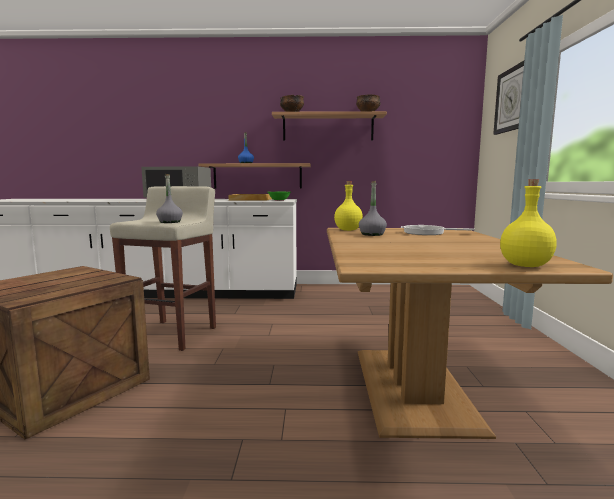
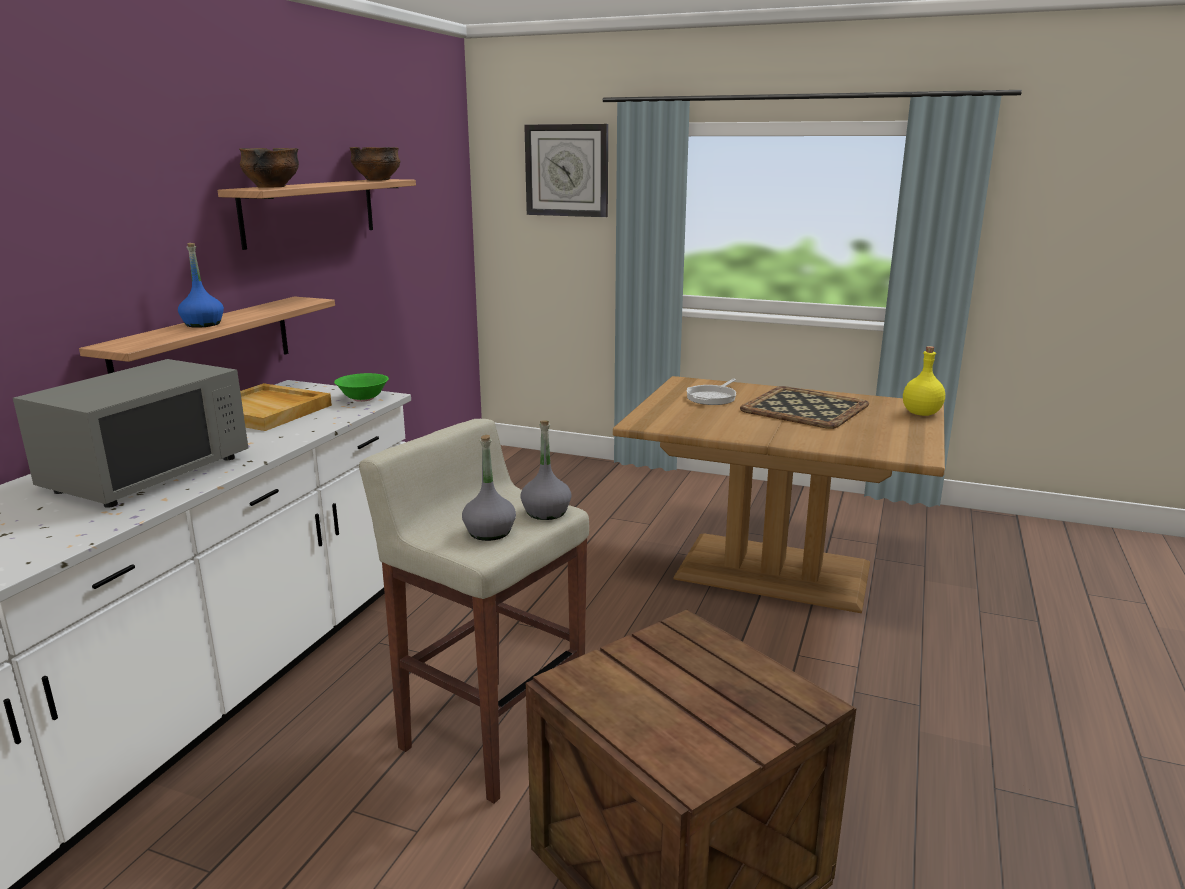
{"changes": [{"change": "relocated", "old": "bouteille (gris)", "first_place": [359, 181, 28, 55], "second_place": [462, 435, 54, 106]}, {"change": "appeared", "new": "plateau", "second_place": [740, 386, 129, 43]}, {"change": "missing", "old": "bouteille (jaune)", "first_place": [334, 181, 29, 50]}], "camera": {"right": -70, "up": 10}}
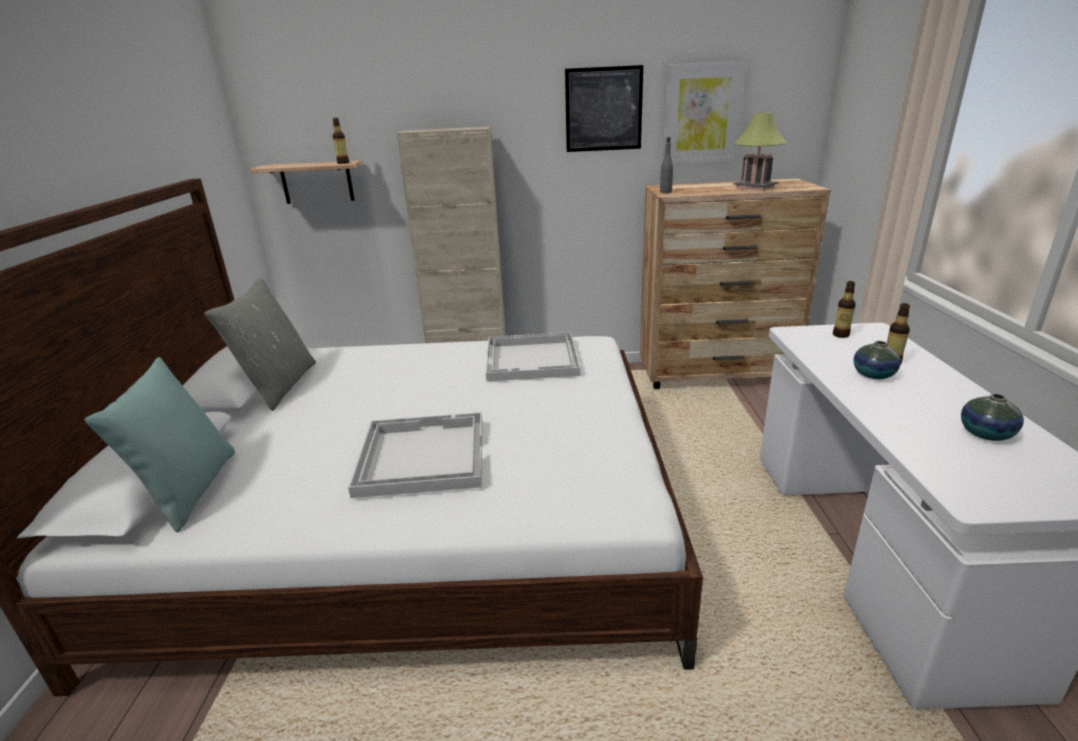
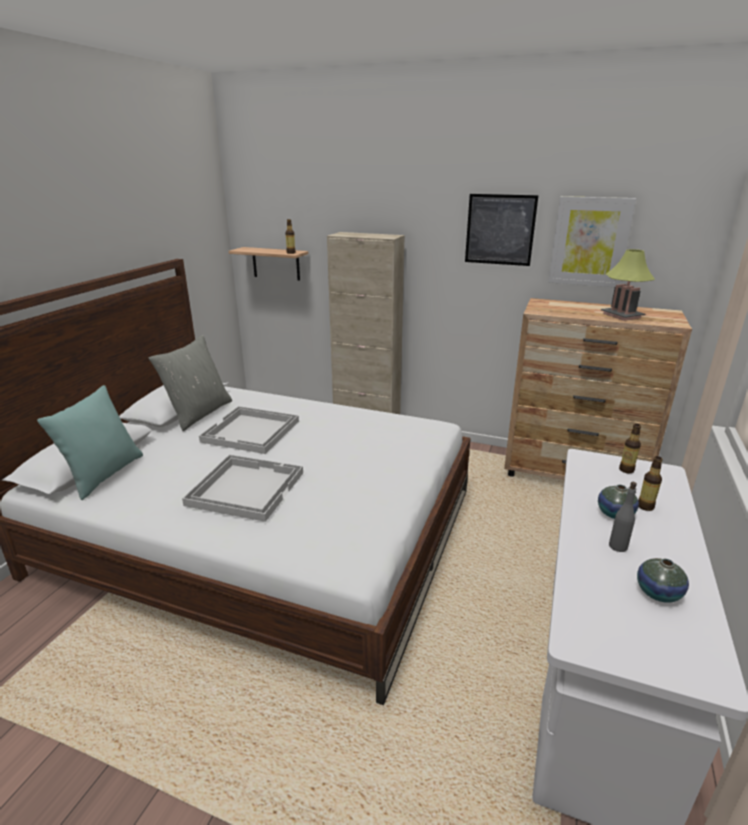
{"changes": [{"change": "relocated", "old": "plateau (blanc)", "first_place": [486, 332, 94, 49], "second_place": [199, 406, 100, 48]}, {"change": "relocated", "old": "bouteille (gris)", "first_place": [660, 137, 13, 56], "second_place": [609, 482, 28, 70]}], "camera": {"right": 20, "up": 0}}
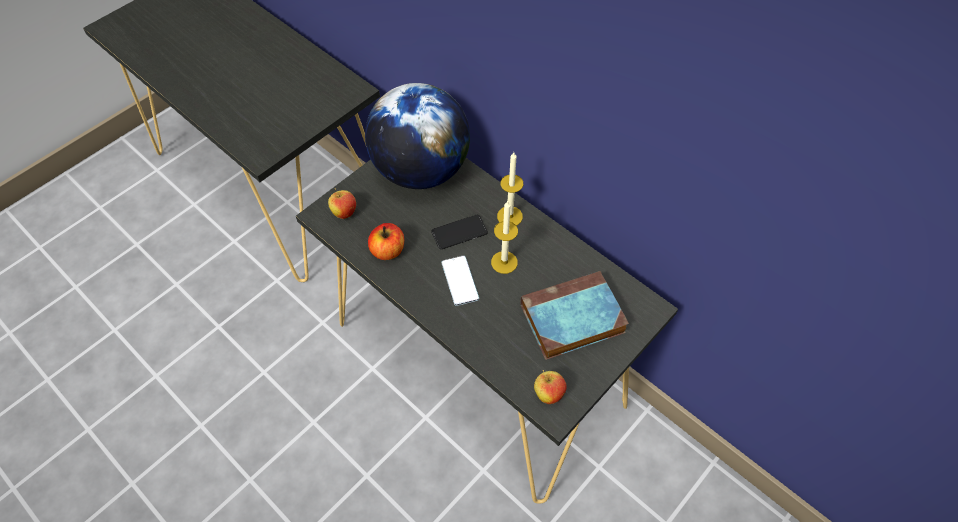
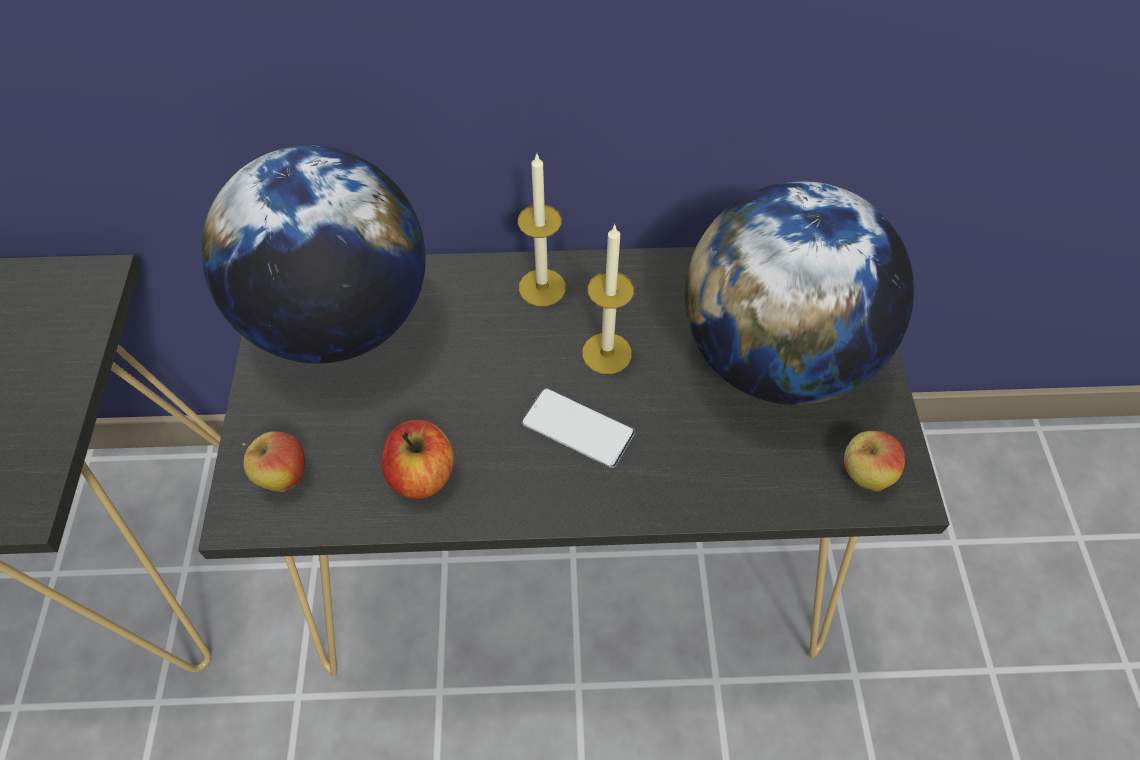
{"changes": [{"change": "exchanged", "old": "livre", "new": "globe", "first_place": [521, 271, 108, 89], "second_place": [685, 181, 229, 224]}, {"change": "missing", "old": "téléphone", "first_place": [431, 215, 57, 34]}], "camera": {"right": -45, "up": 0}}
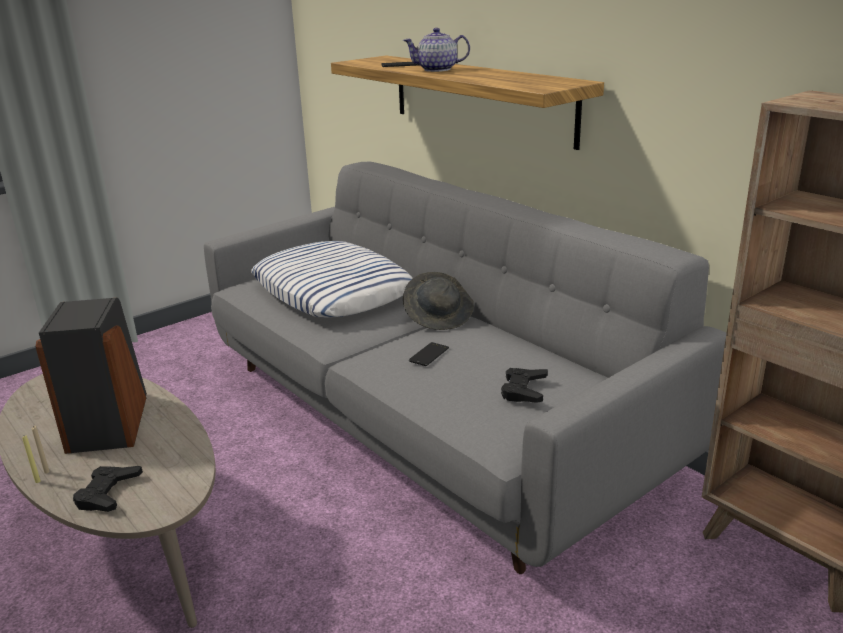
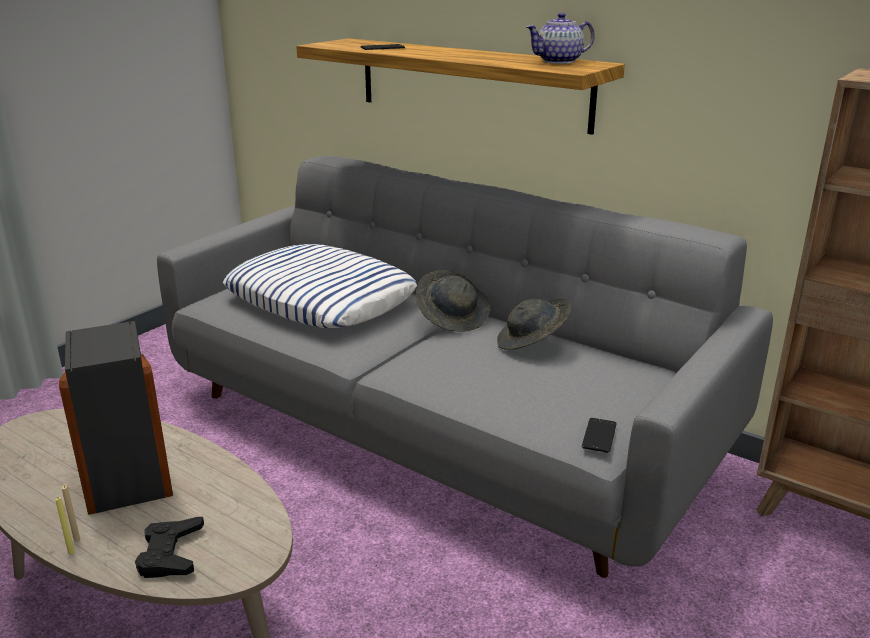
{"changes": [{"change": "appeared", "new": "chapeau (gris)", "second_place": [497, 299, 75, 51]}, {"change": "relocated", "old": "théière", "first_place": [403, 28, 67, 44], "second_place": [526, 13, 69, 51]}, {"change": "relocated", "old": "téléphone", "first_place": [409, 342, 40, 24], "second_place": [582, 418, 35, 35]}, {"change": "missing", "old": "manette (noir)", "first_place": [501, 368, 47, 35]}], "camera": {"right": -15, "up": 0}}
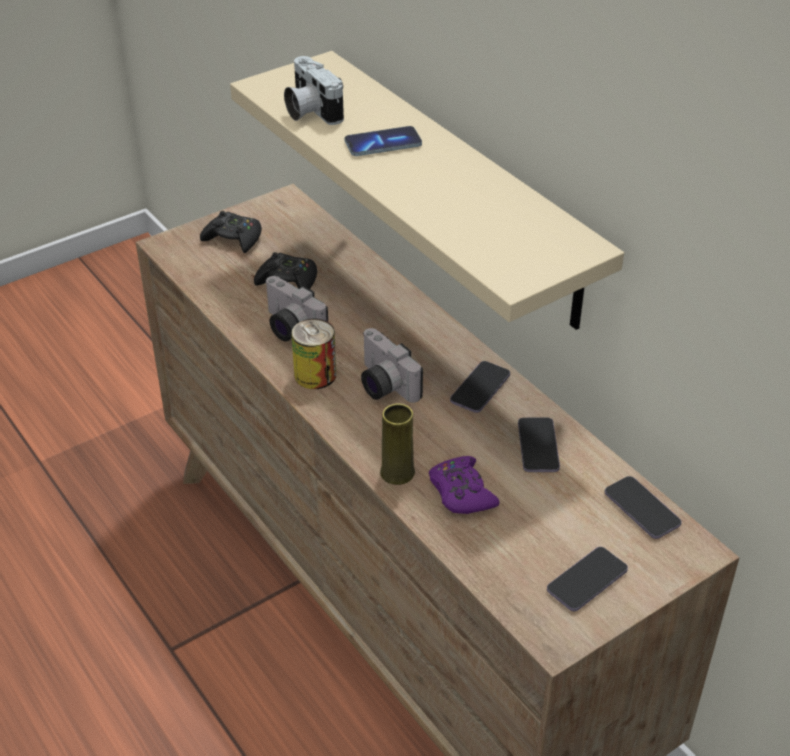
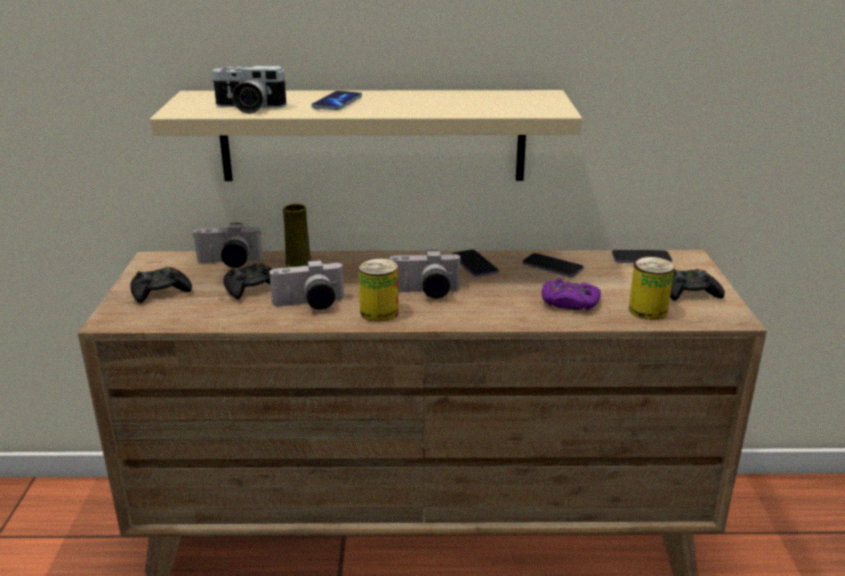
{"changes": [{"change": "appeared", "new": "appareil photo", "second_place": [192, 223, 71, 45]}, {"change": "relocated", "old": "vase (jaune)", "first_place": [380, 403, 35, 82], "second_place": [283, 204, 28, 63]}, {"change": "appeared", "new": "boîte métallique", "second_place": [628, 257, 46, 63]}, {"change": "exchanged", "old": "téléphone", "new": "manette (noir)", "first_place": [547, 547, 81, 64], "second_place": [670, 269, 55, 32]}], "camera": {"right": -55, "up": -15}}
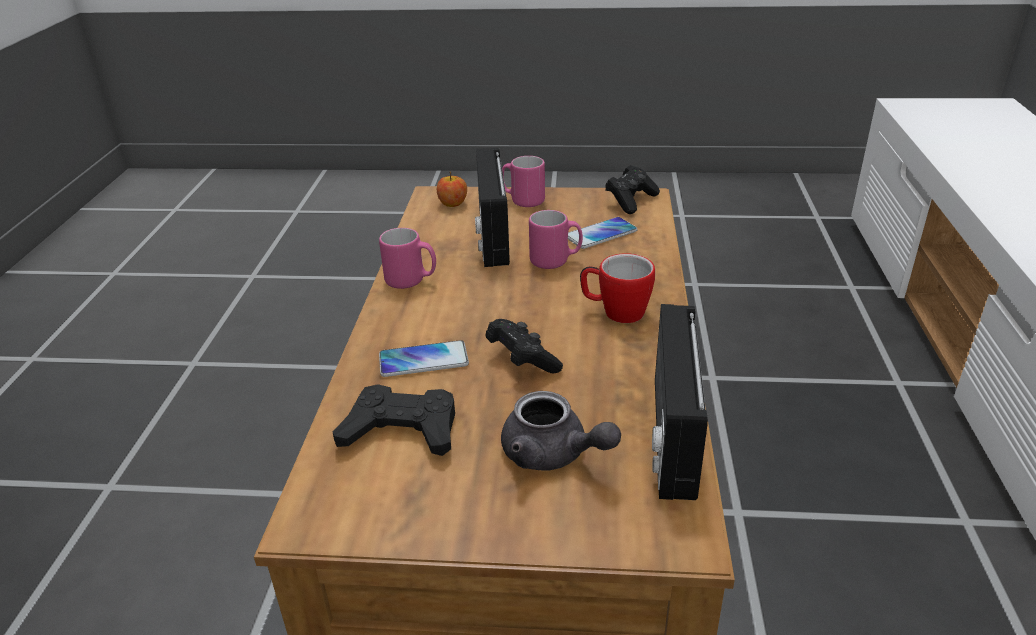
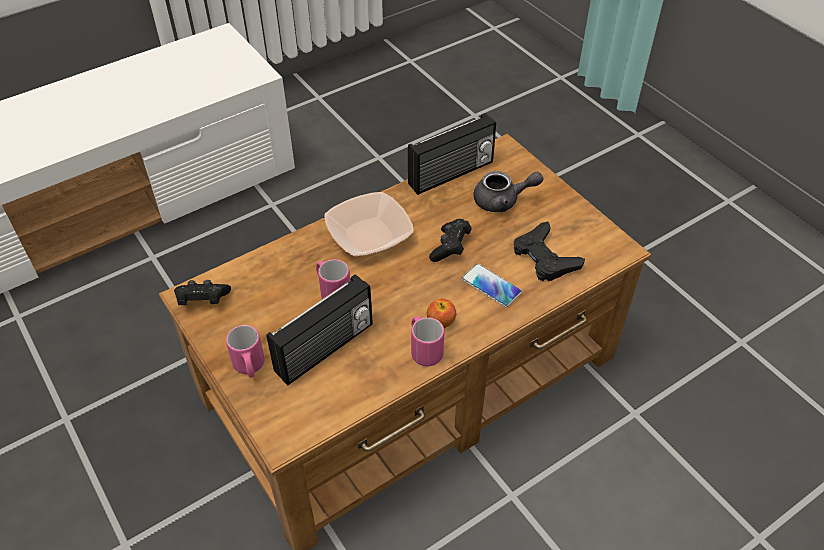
{"changes": [{"change": "exchanged", "old": "mug", "new": "bol", "first_place": [580, 253, 75, 70], "second_place": [325, 192, 89, 64]}, {"change": "relocated", "old": "pomme", "first_place": [437, 171, 30, 36], "second_place": [427, 299, 29, 29]}, {"change": "spun", "old": "théière (gris)", "first_place": [501, 391, 120, 80], "second_place": [473, 171, 70, 41], "degrees": 90}, {"change": "missing", "old": "téléphone", "first_place": [568, 217, 70, 32]}], "camera": {"right": -130, "up": 15}}
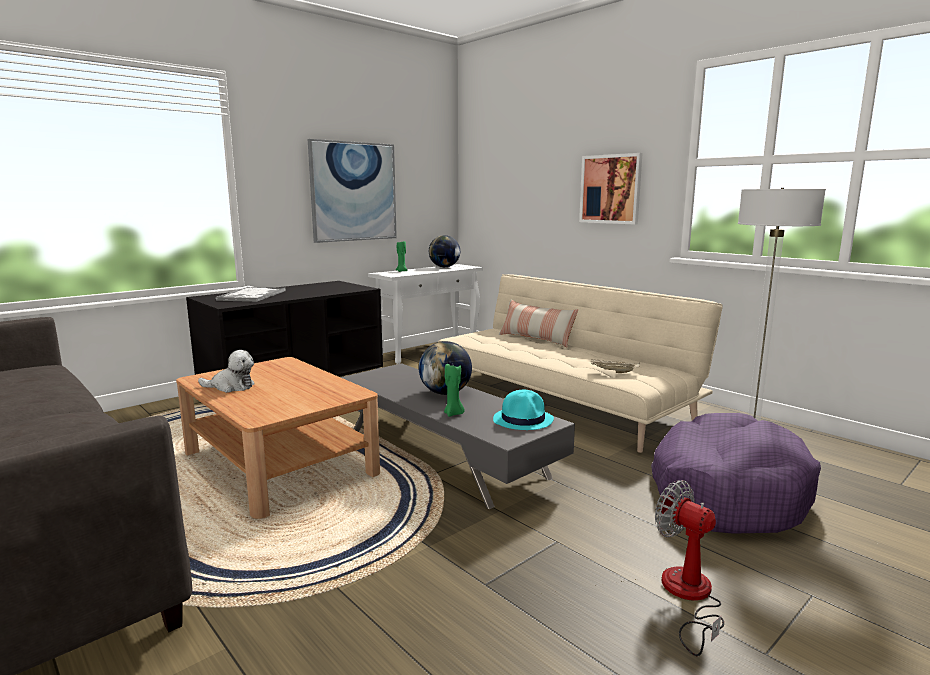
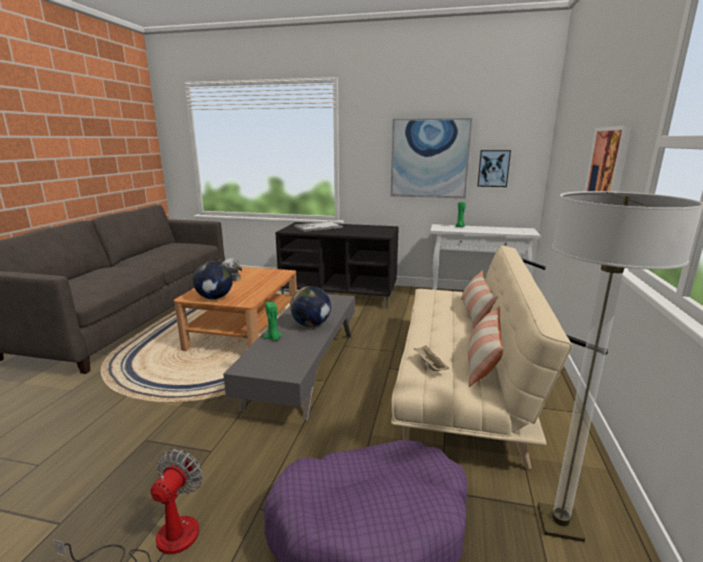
{"changes": [{"change": "relocated", "old": "globe", "first_place": [429, 235, 31, 32], "second_place": [193, 262, 40, 37]}, {"change": "appeared", "new": "coussin", "second_place": [468, 306, 36, 81]}, {"change": "appeared", "new": "tableau", "second_place": [477, 150, 34, 37]}, {"change": "missing", "old": "chapeau (turquoise)", "first_place": [493, 390, 61, 40]}], "camera": {"right": 55, "up": 5}}
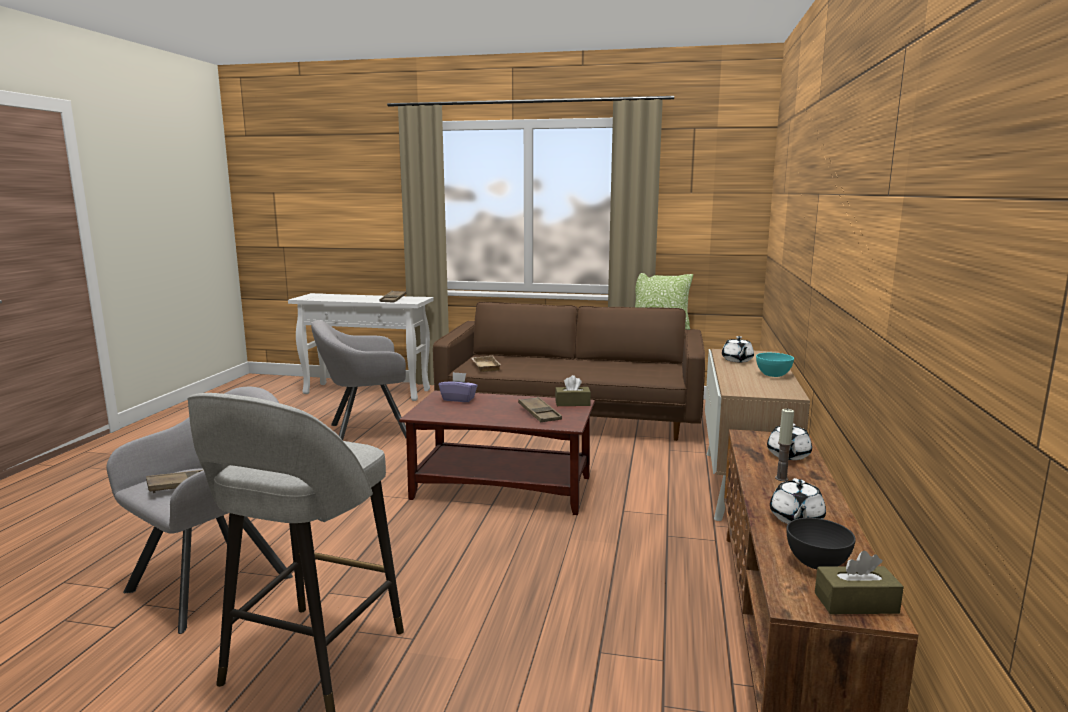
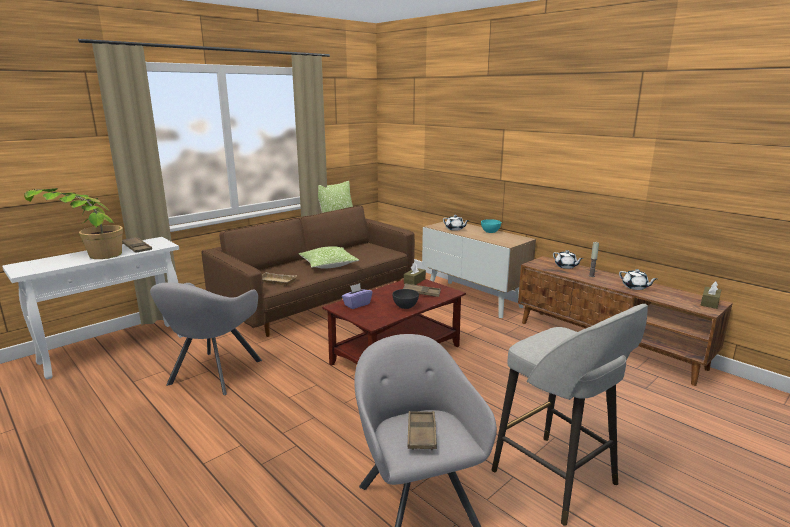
{"changes": [{"change": "appeared", "new": "plante en pot", "second_place": [24, 188, 99, 71]}, {"change": "appeared", "new": "coussin", "second_place": [299, 246, 60, 23]}, {"change": "relocated", "old": "bol (gris)", "first_place": [787, 518, 69, 51], "second_place": [392, 289, 27, 20]}], "camera": {"right": -55, "up": 5}}
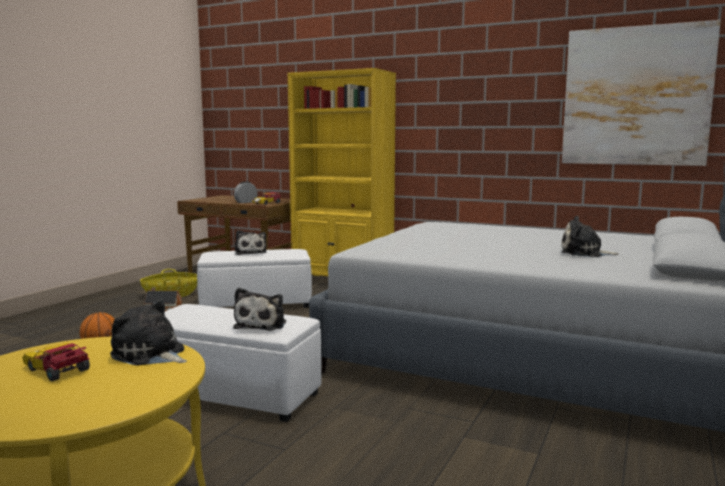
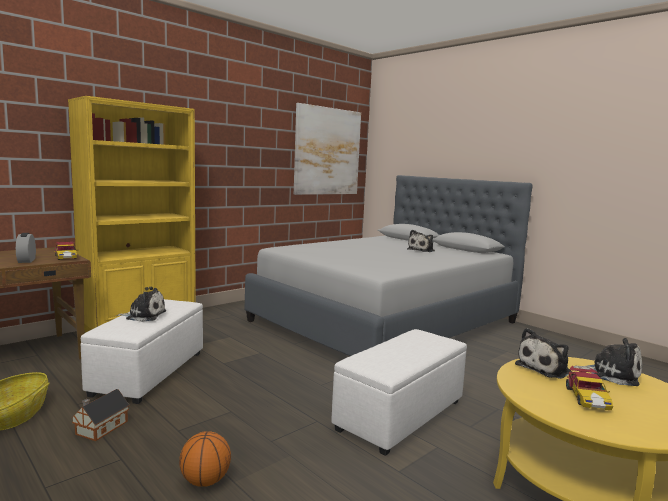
{"changes": [{"change": "spun", "old": "petite voiture", "first_place": [22, 343, 68, 39], "second_place": [566, 366, 47, 44], "degrees": -45}, {"change": "relocated", "old": "peluche", "first_place": [233, 288, 53, 43], "second_place": [573, 338, 69, 48]}], "camera": {"right": -70, "up": 0}}
